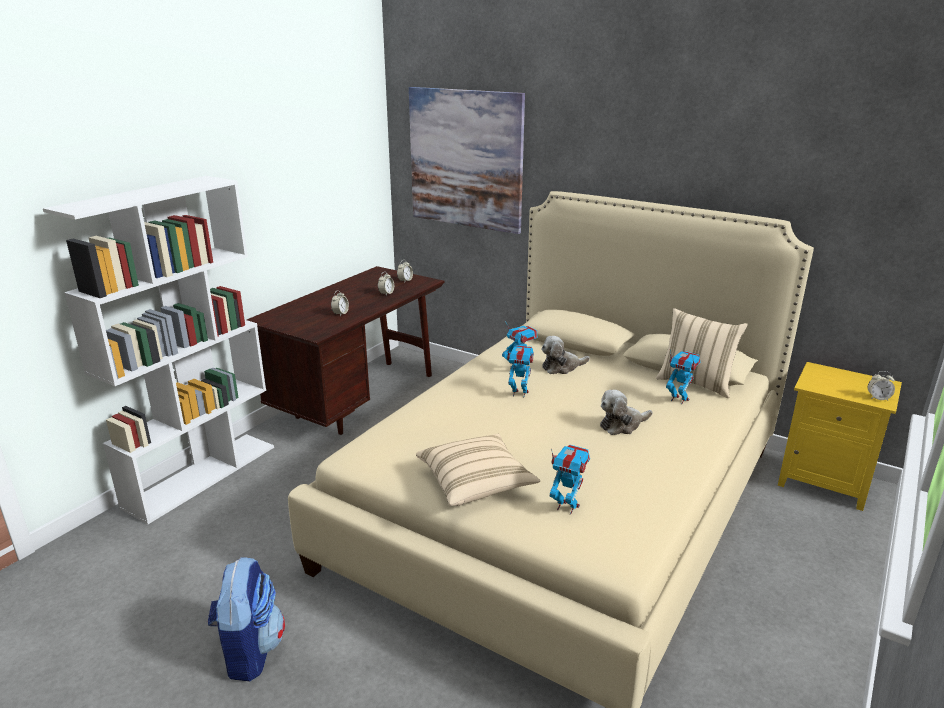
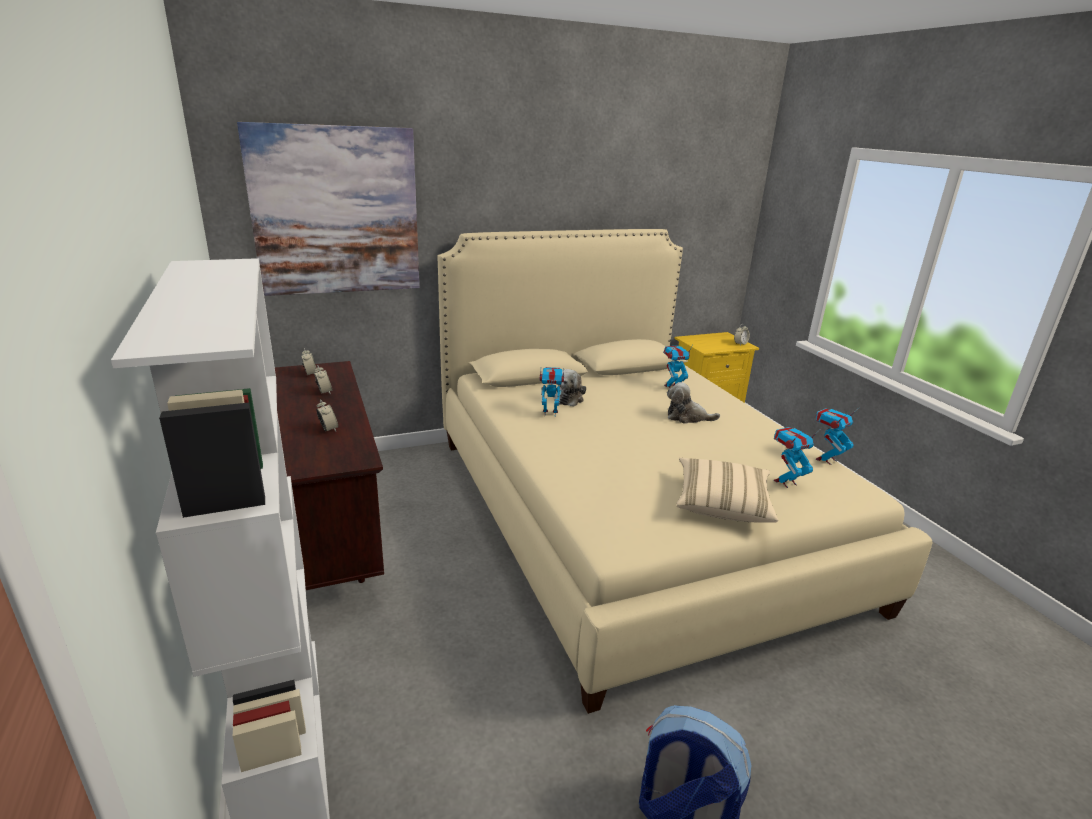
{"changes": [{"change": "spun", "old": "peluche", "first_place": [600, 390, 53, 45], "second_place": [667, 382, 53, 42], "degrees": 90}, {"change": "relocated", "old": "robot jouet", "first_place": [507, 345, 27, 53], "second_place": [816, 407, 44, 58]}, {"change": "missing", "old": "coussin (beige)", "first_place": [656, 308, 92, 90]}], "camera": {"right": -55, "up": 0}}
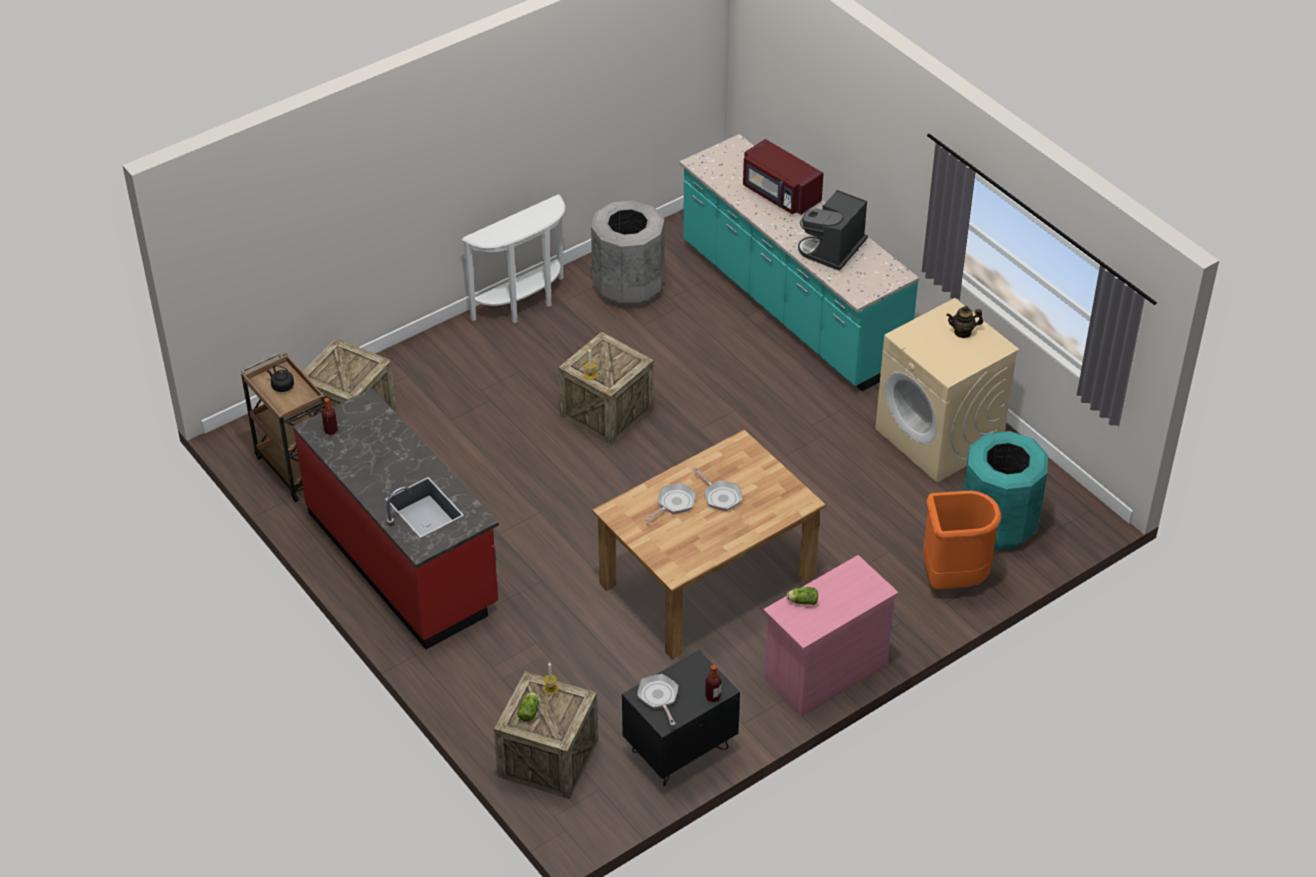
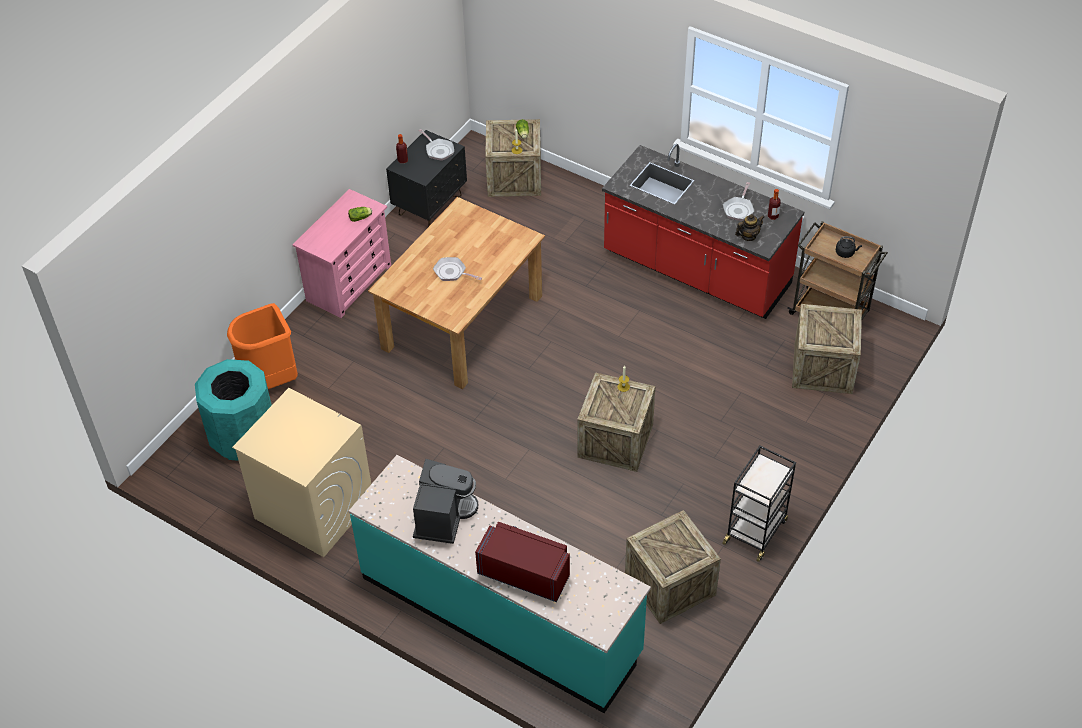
{"changes": [{"change": "exchanged", "old": "poubelle (gris)", "new": "caisse", "first_place": [591, 200, 73, 108], "second_place": [625, 510, 96, 114]}, {"change": "exchanged", "old": "table console (blanc)", "new": "chariot (noir)", "first_place": [462, 194, 103, 129], "second_place": [722, 446, 74, 116]}, {"change": "relocated", "old": "poêle", "first_place": [645, 483, 51, 38], "second_place": [723, 182, 31, 39]}, {"change": "relocated", "old": "théière", "first_place": [946, 306, 37, 32], "second_place": [735, 214, 30, 27]}], "camera": {"right": 160, "up": 5}}
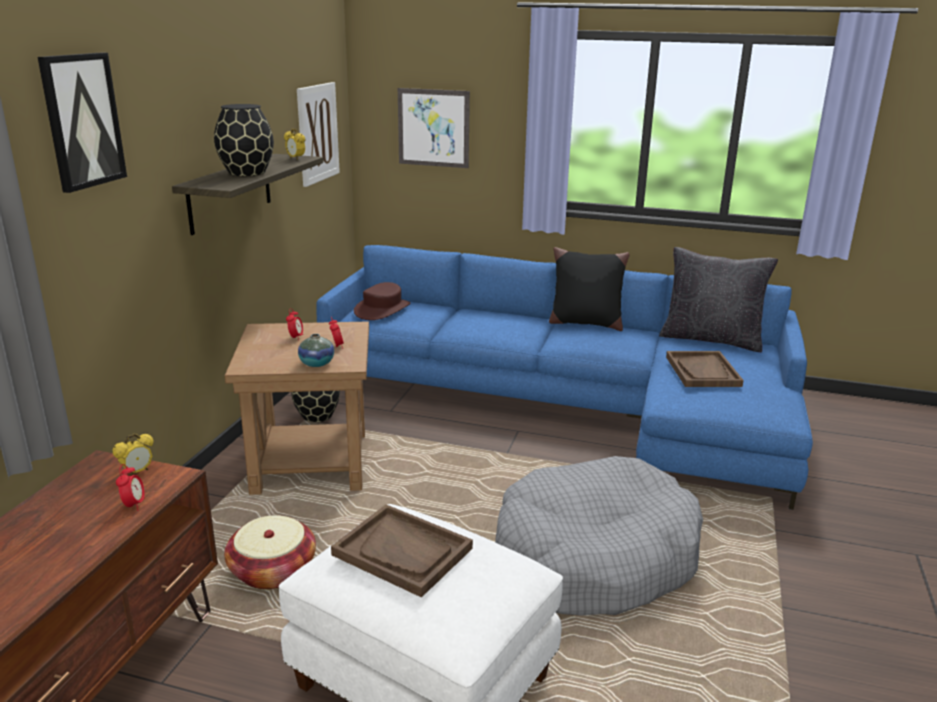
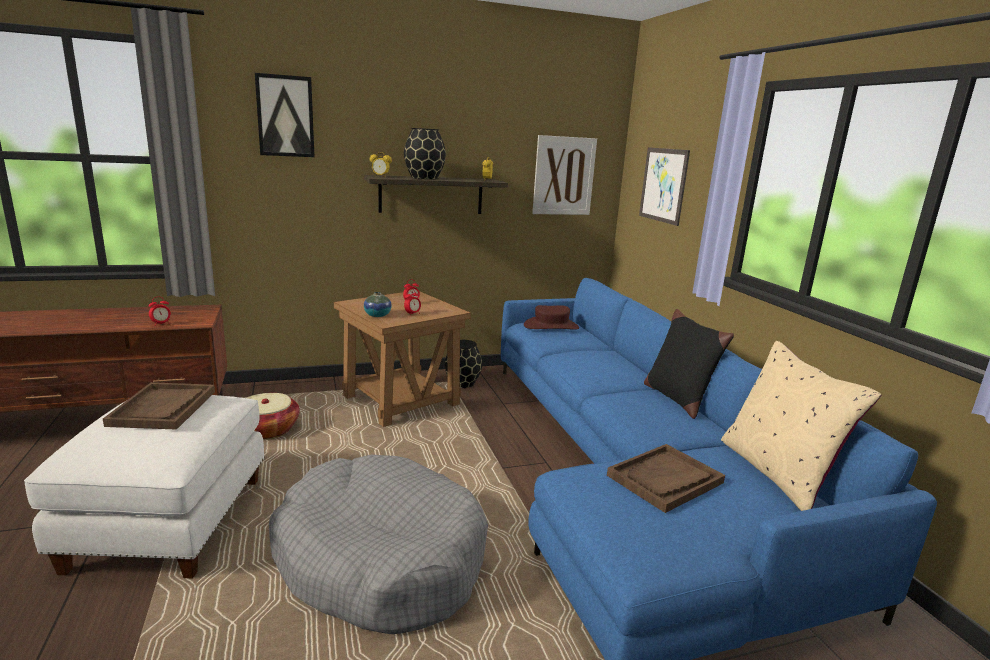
{"changes": [{"change": "relocated", "old": "réveil", "first_place": [112, 433, 42, 43], "second_place": [370, 152, 22, 25]}, {"change": "colour", "old": "coussin (noir)", "new": "coussin (beige)", "first_place": [659, 247, 119, 105], "second_place": [721, 341, 160, 170]}], "camera": {"right": 55, "up": -5}}
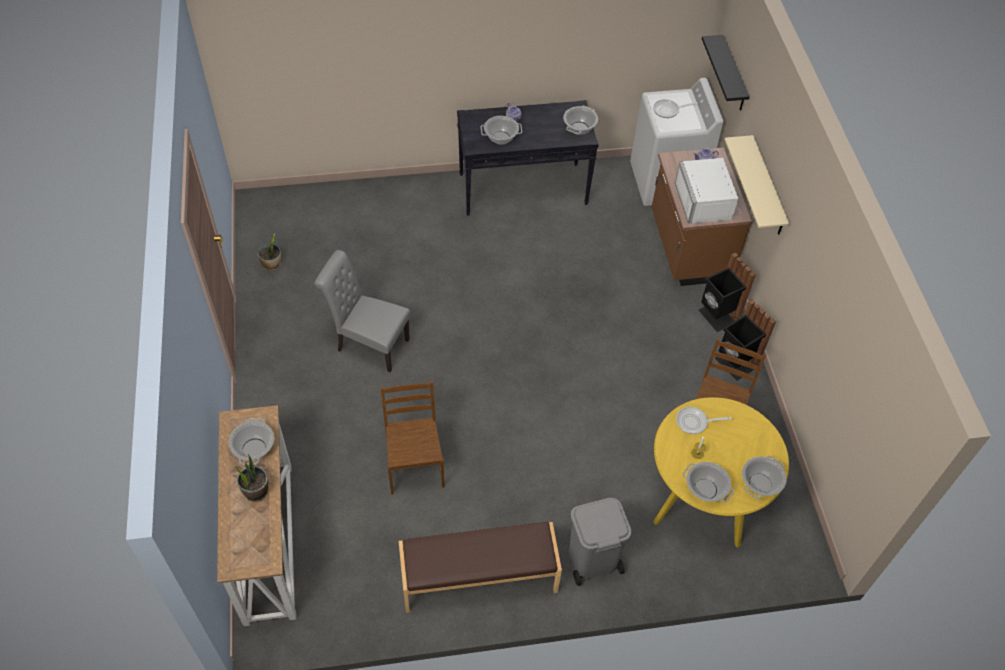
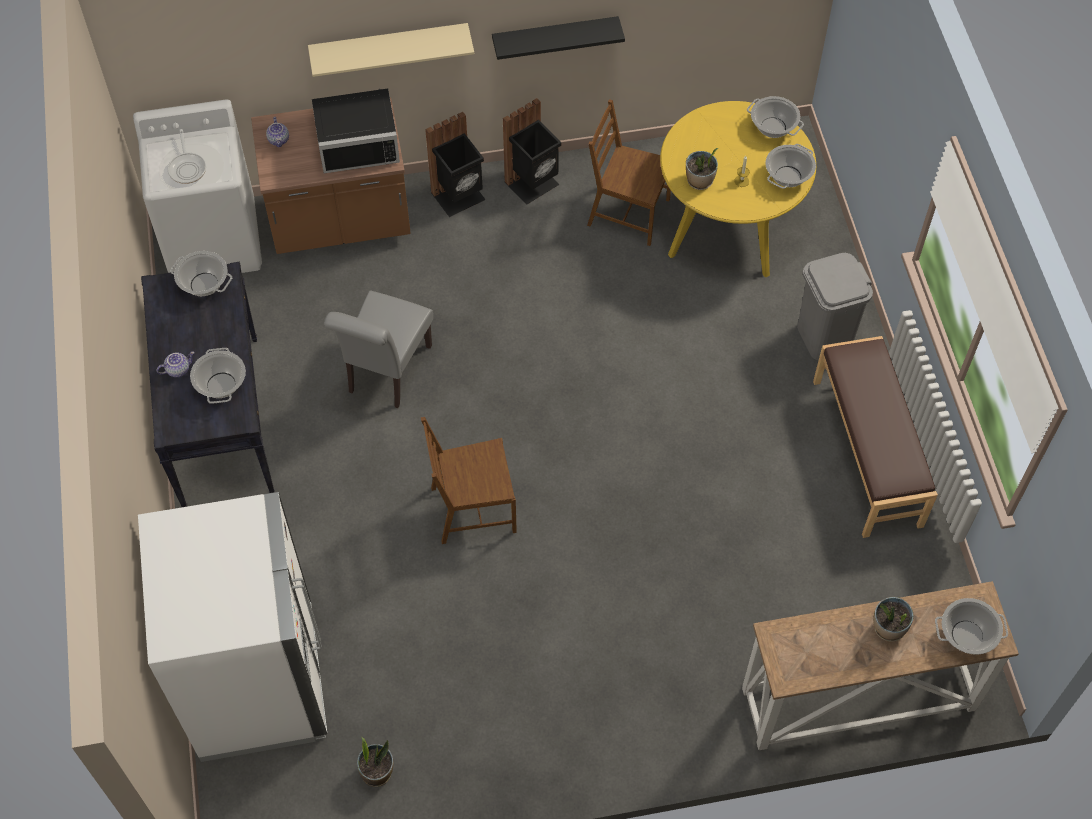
{"changes": [{"change": "appeared", "new": "réfrigérateur (blanc)", "second_place": [138, 492, 189, 270]}, {"change": "colour", "old": "micro-ondes (blanc)", "new": "micro-ondes (noir)", "first_place": [675, 158, 66, 66], "second_place": [312, 89, 88, 84]}, {"change": "relocated", "old": "chaise (gris)", "first_place": [314, 250, 97, 122], "second_place": [324, 290, 109, 118]}, {"change": "relocated", "old": "chaise (marron)", "first_place": [380, 380, 65, 115], "second_place": [421, 417, 96, 127]}, {"change": "relocated", "old": "étagère (noir)", "first_place": [702, 35, 47, 75], "second_place": [492, 16, 133, 44]}, {"change": "exchanged", "old": "poêle", "new": "plante en pot", "first_place": [676, 407, 56, 27], "second_place": [686, 148, 32, 42]}, {"change": "relocated", "old": "marmite", "first_place": [229, 419, 45, 46], "second_place": [935, 598, 73, 57]}], "camera": {"right": -90, "up": 5}}
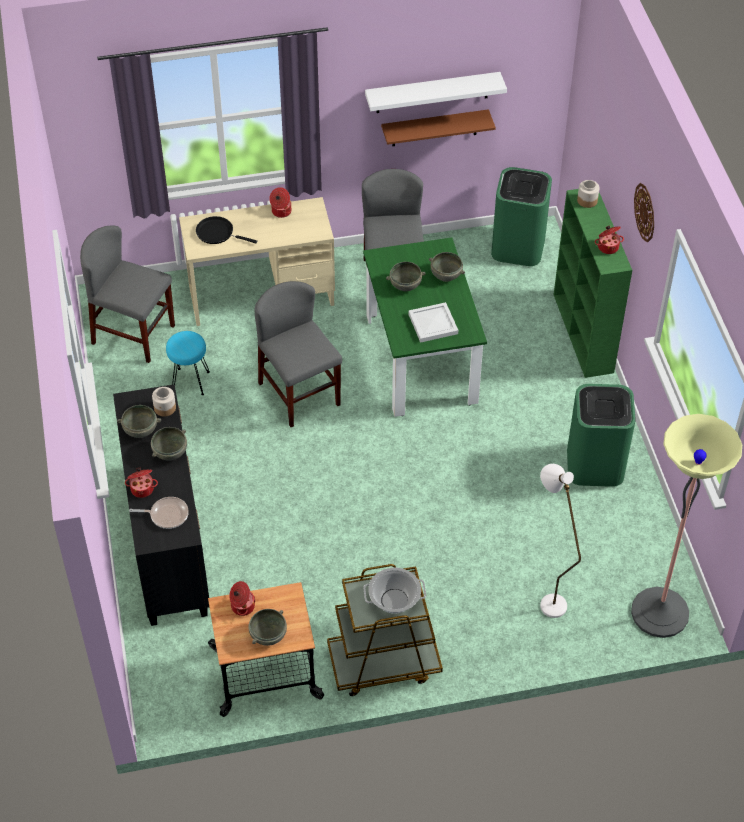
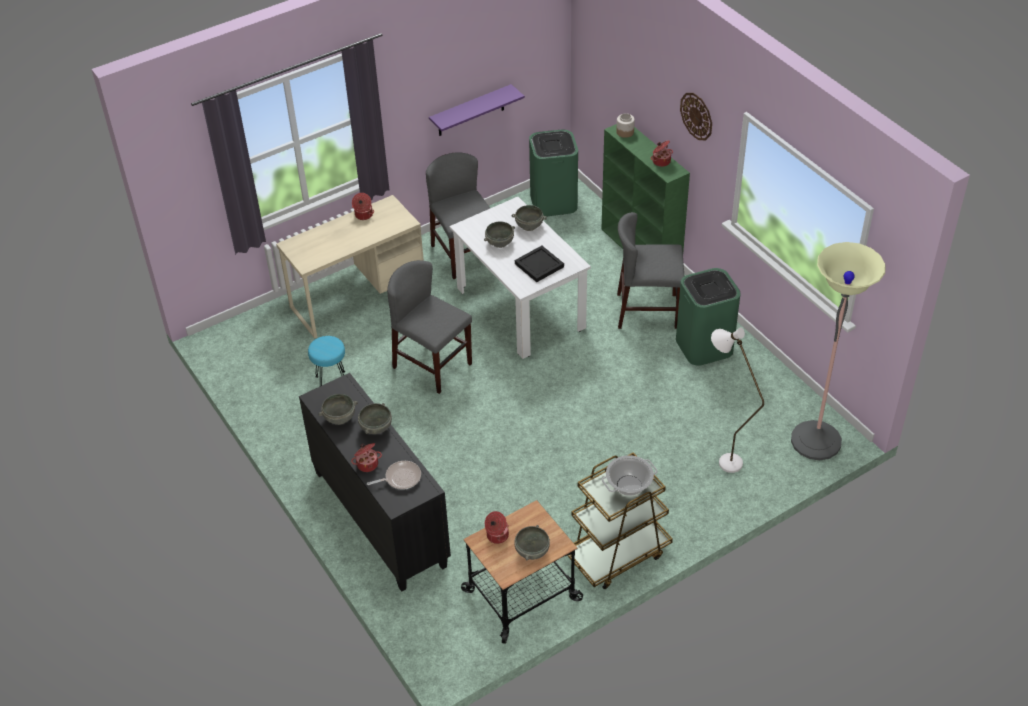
{"changes": [{"change": "colour", "old": "étagère (marron)", "new": "étagère (violet)", "first_place": [381, 109, 115, 37], "second_place": [429, 84, 96, 52]}, {"change": "colour", "old": "table à manger (vert)", "new": "table à manger (blanc)", "first_place": [363, 237, 124, 180], "second_place": [450, 197, 141, 162]}, {"change": "colour", "old": "plateau (blanc)", "new": "plateau (noir)", "first_place": [408, 302, 50, 41], "second_place": [515, 246, 49, 36]}, {"change": "relocated", "old": "chaise (gris)", "first_place": [80, 226, 95, 137], "second_place": [617, 212, 67, 117]}, {"change": "missing", "old": "bocal", "first_place": [152, 387, 24, 30]}, {"change": "missing", "old": "poêle (noir)", "first_place": [196, 216, 61, 28]}, {"change": "missing", "old": "étagère (blanc)", "first_place": [365, 72, 142, 41]}], "camera": {"right": -20, "up": -5}}
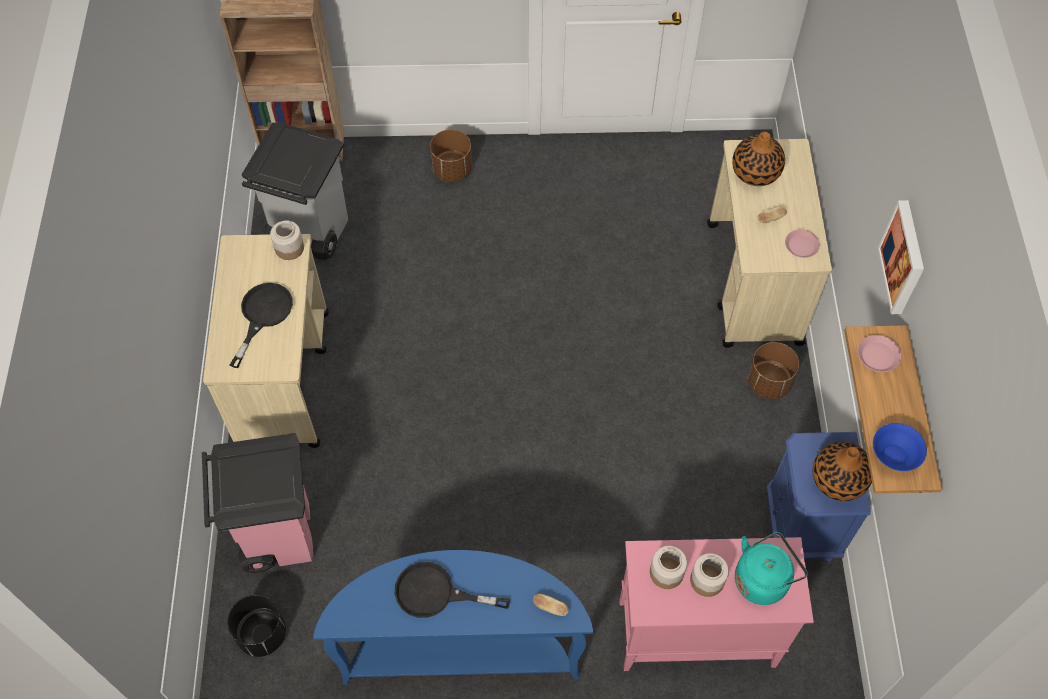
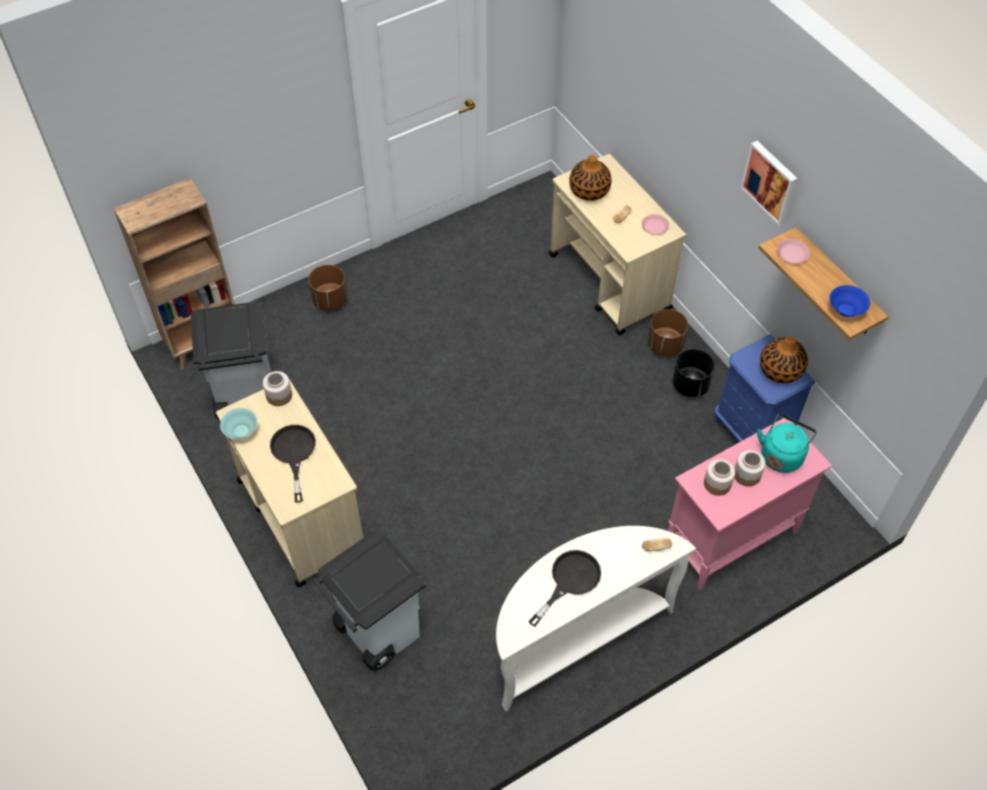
{"changes": [{"change": "appeared", "new": "bol (turquoise)", "second_place": [220, 408, 37, 31]}, {"change": "colour", "old": "poubelle (rose)", "new": "poubelle (blanc)", "first_place": [202, 433, 112, 140], "second_place": [312, 529, 114, 142]}, {"change": "colour", "old": "table console (bleu)", "new": "table console (blanc)", "first_place": [313, 550, 280, 135], "second_place": [496, 526, 200, 185]}, {"change": "spun", "old": "poêle (noir)", "first_place": [394, 562, 116, 56], "second_place": [528, 550, 73, 76], "degrees": 150}, {"change": "relocated", "old": "cache-pot (noir)", "first_place": [227, 595, 59, 62], "second_place": [673, 349, 42, 48]}], "camera": {"right": -30, "up": -5}}
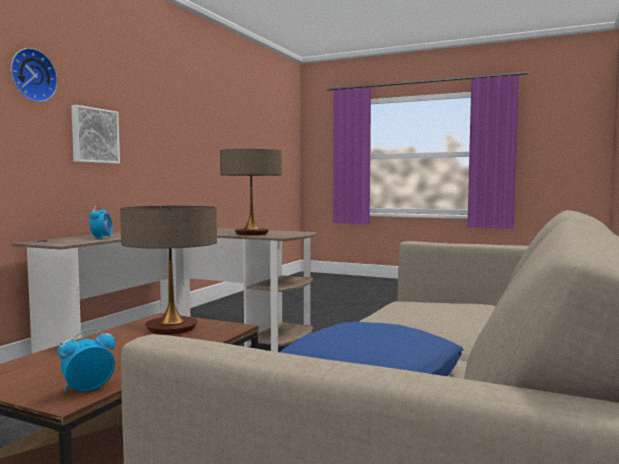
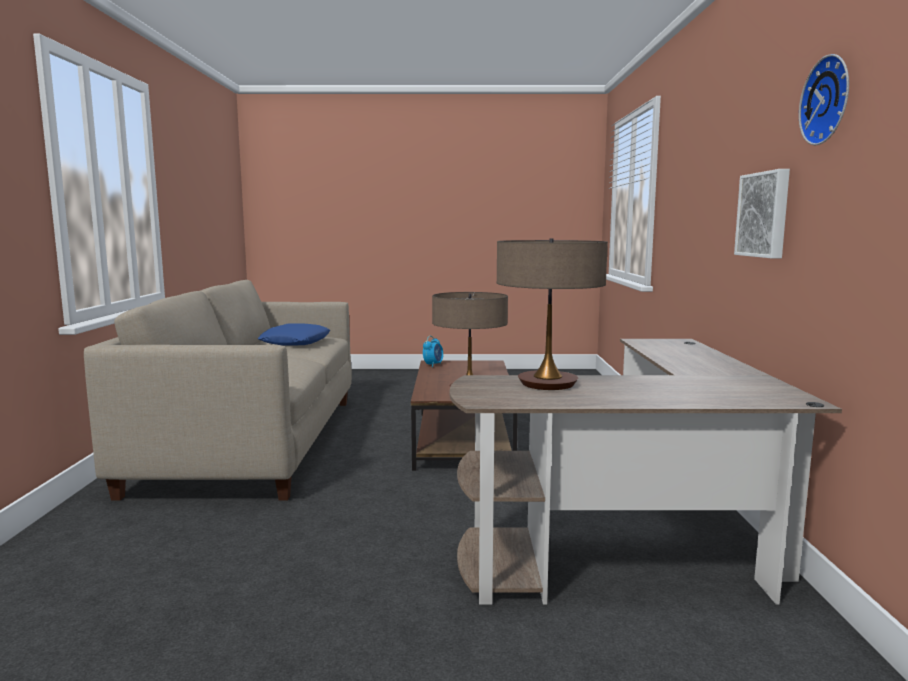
{"changes": [{"change": "relocated", "old": "horloge murale", "first_place": [11, 48, 47, 54], "second_place": [799, 54, 50, 91]}, {"change": "missing", "old": "réveil", "first_place": [89, 205, 24, 35]}], "camera": {"right": 155, "up": 5}}
